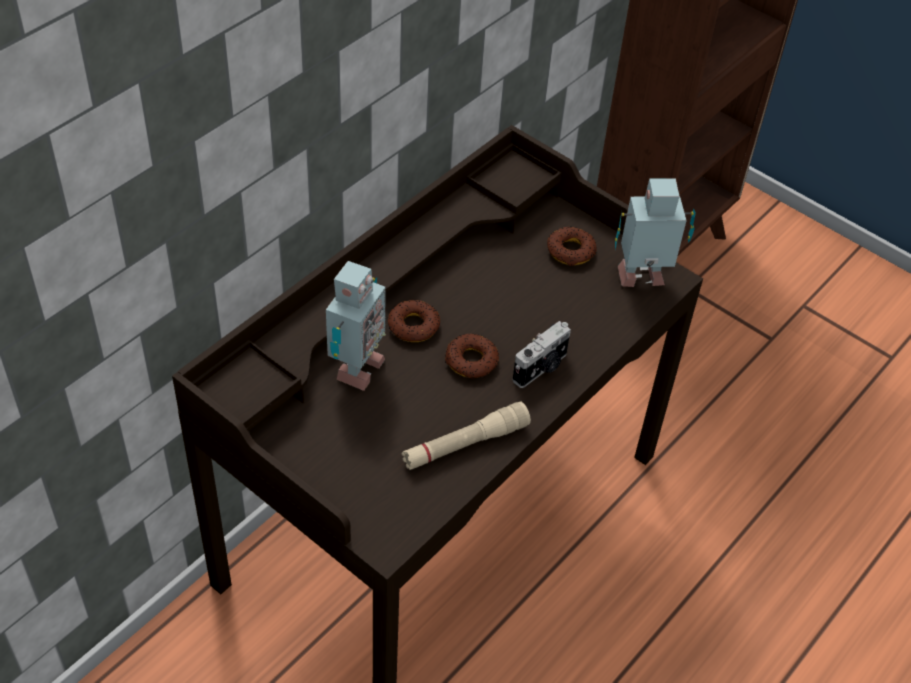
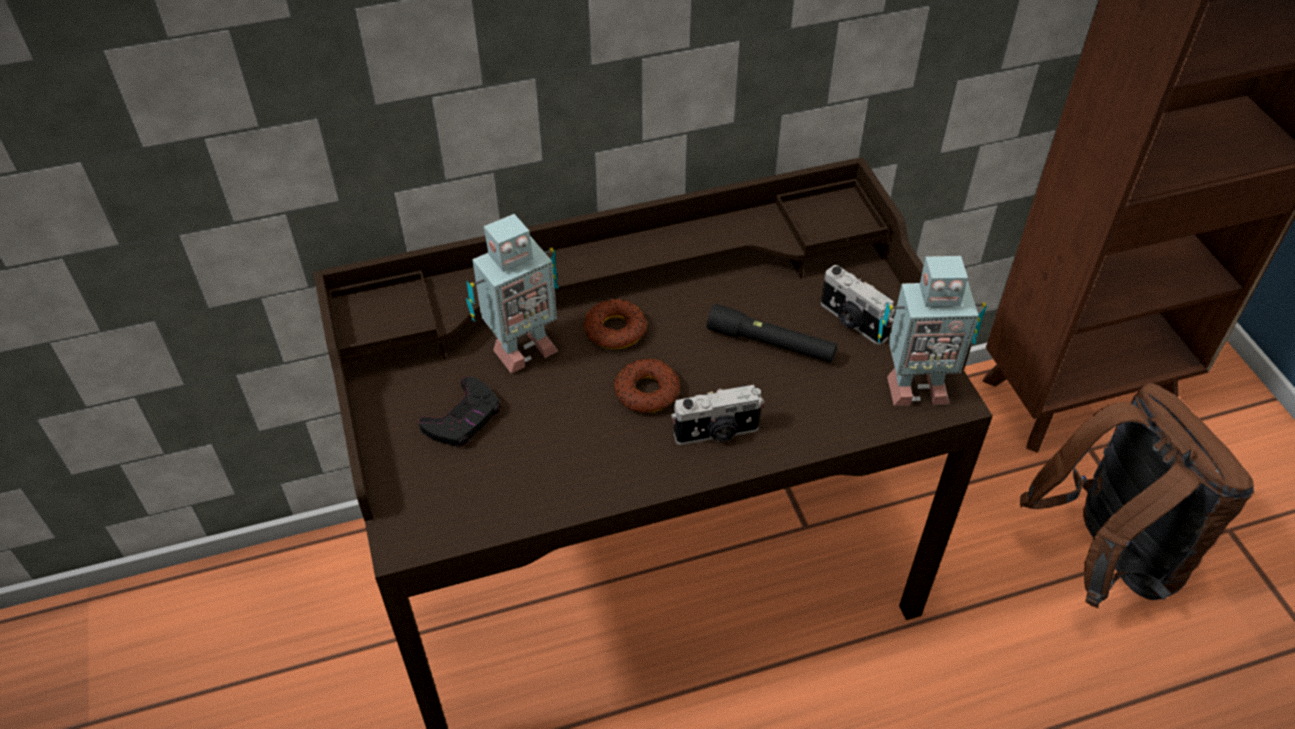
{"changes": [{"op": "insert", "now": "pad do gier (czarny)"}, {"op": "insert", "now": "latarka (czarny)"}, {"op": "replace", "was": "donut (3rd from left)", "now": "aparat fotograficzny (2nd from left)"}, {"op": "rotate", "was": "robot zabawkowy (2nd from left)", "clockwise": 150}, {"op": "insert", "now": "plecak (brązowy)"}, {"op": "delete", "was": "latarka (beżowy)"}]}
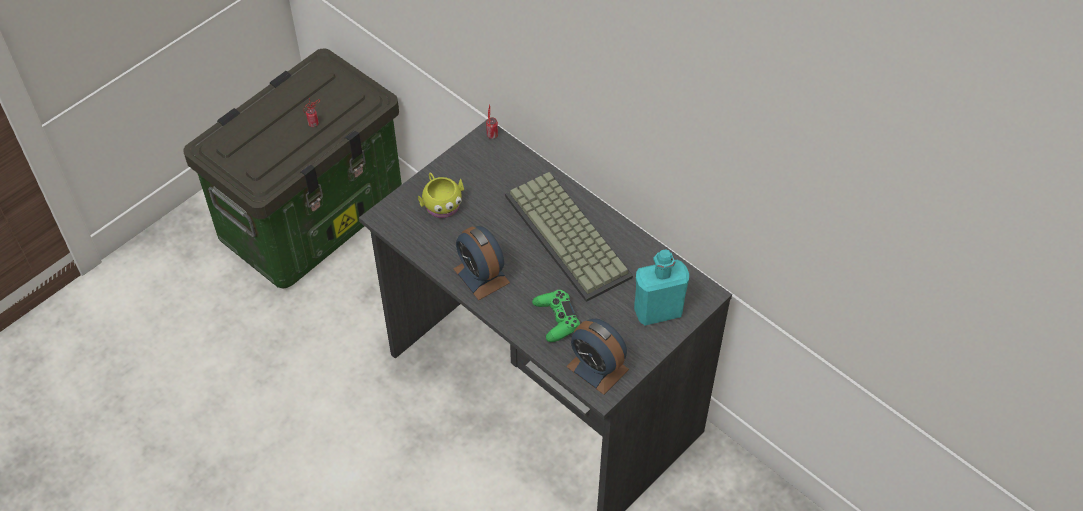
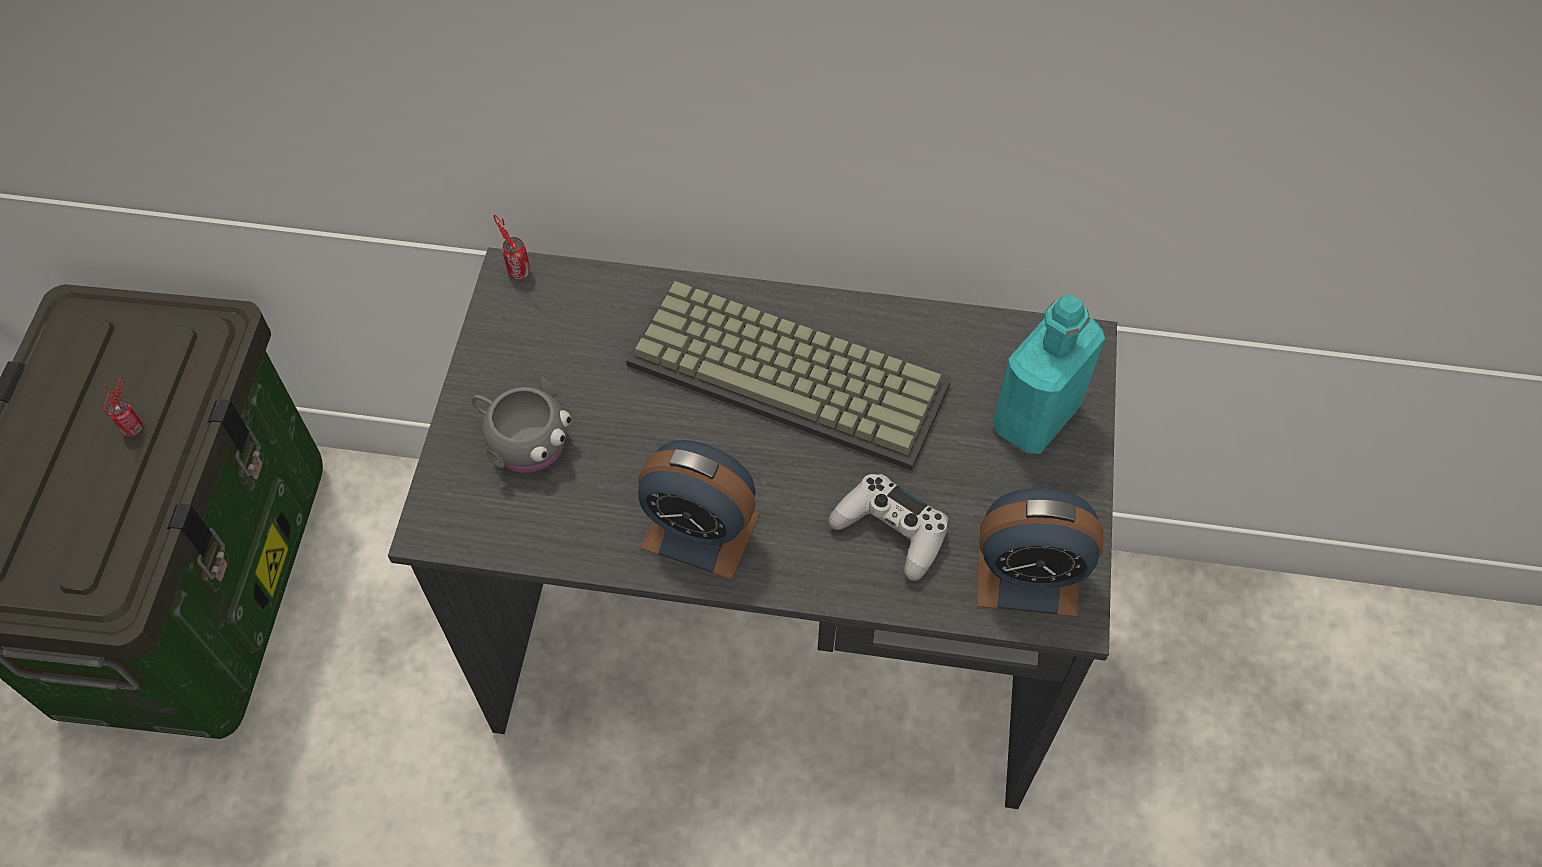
{"changes": [{"op": "recolor", "was": "kubek (żółty)", "now": "kubek (szary)"}, {"op": "recolor", "was": "pad do gier (zielony)", "now": "pad do gier (biały)"}]}
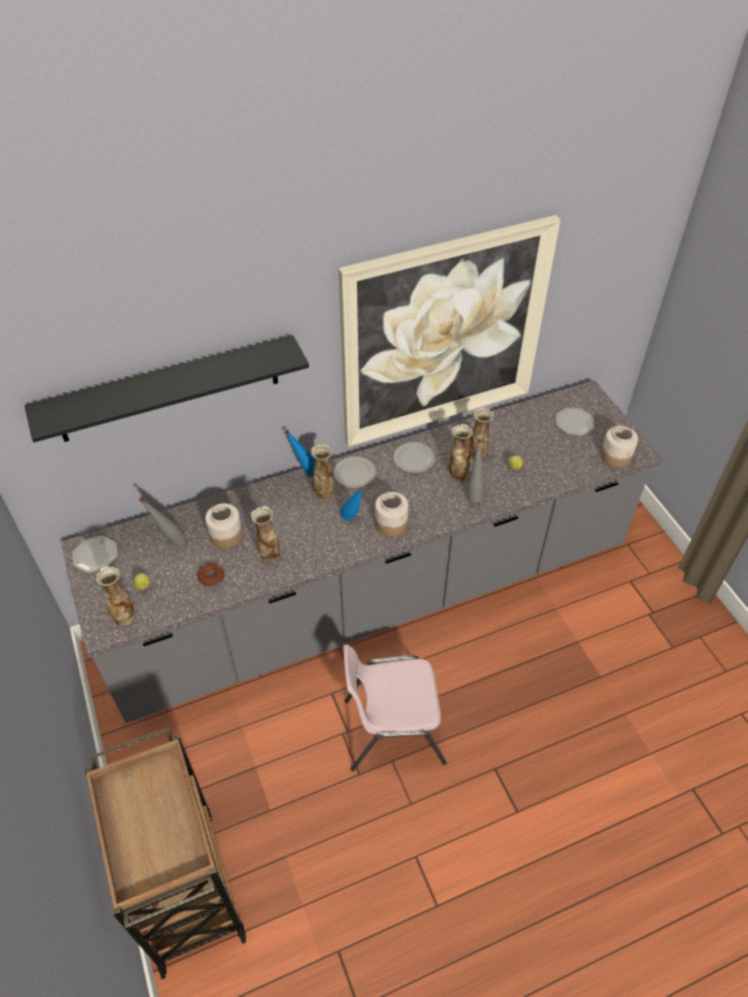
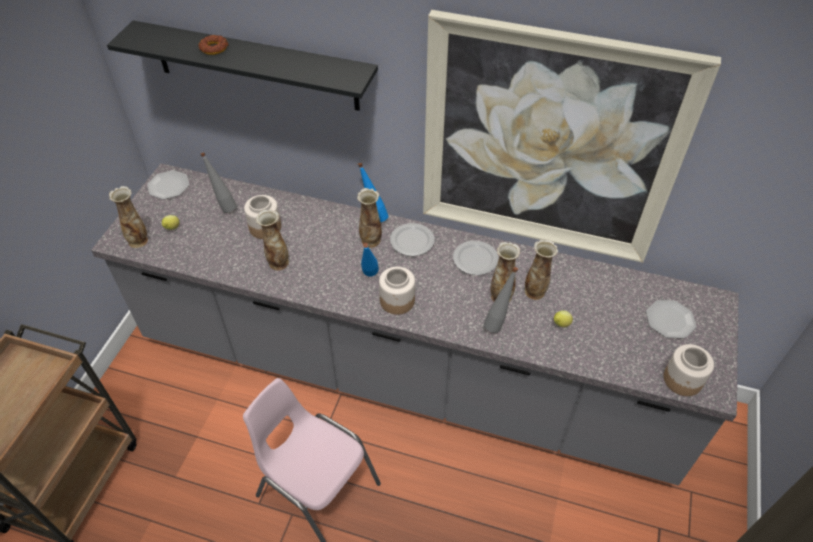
{"changes": [{"op": "move", "was": "donut"}]}
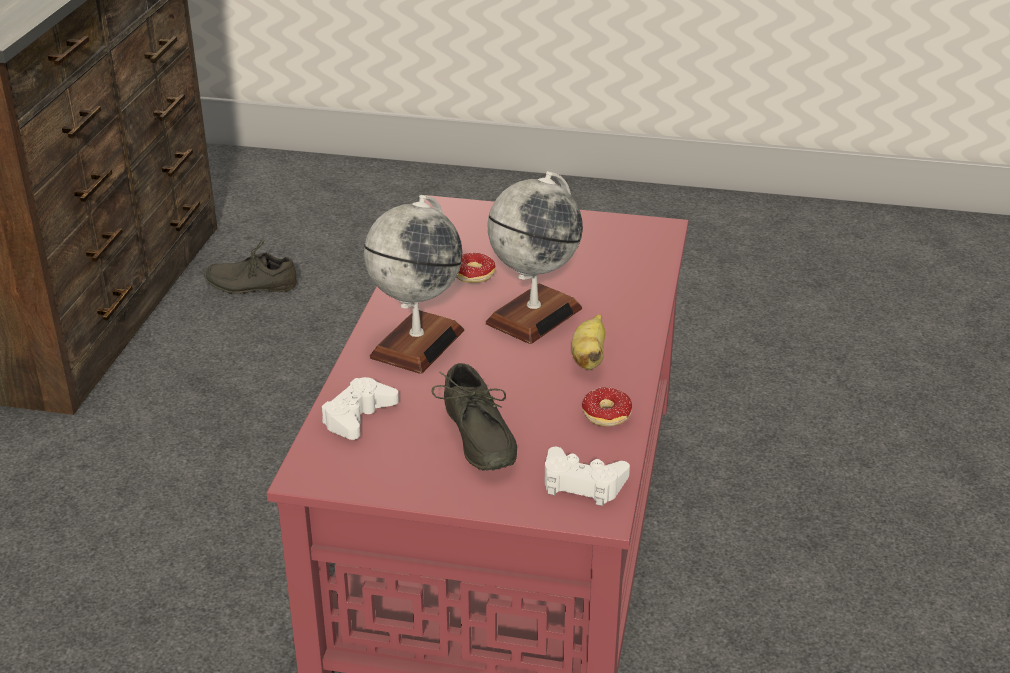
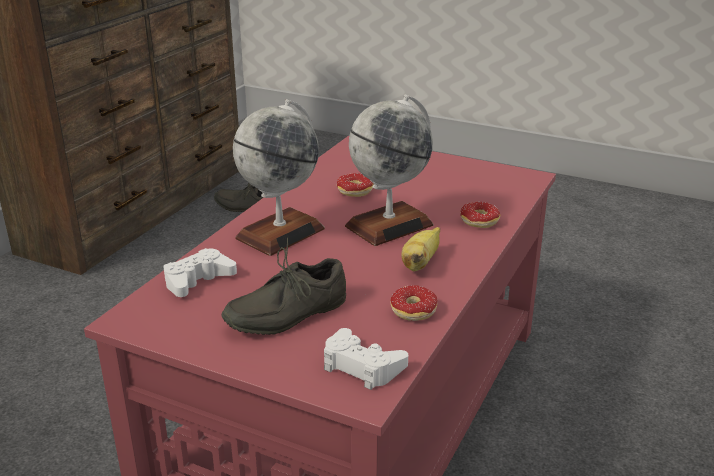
{"changes": [{"op": "rotate", "was": "but (szary) (2nd from left)", "clockwise": 60}, {"op": "insert", "now": "donut (3rd from left)"}]}
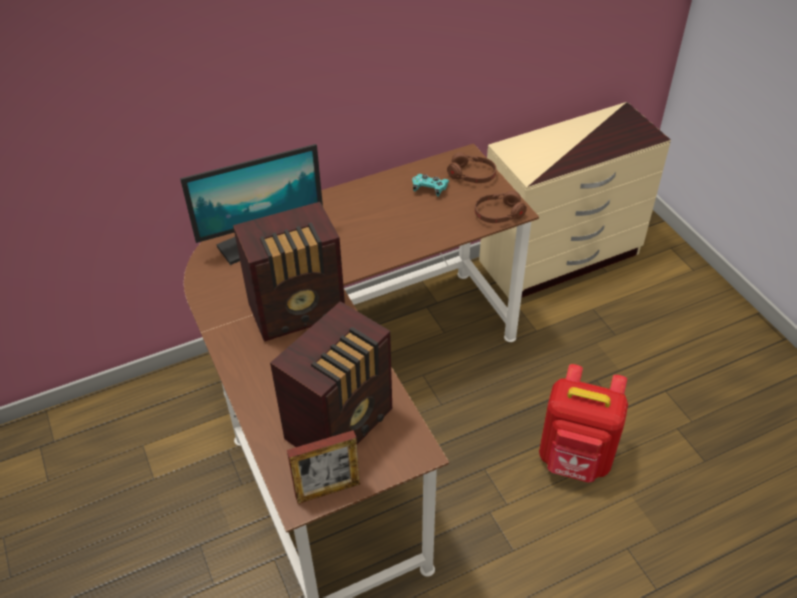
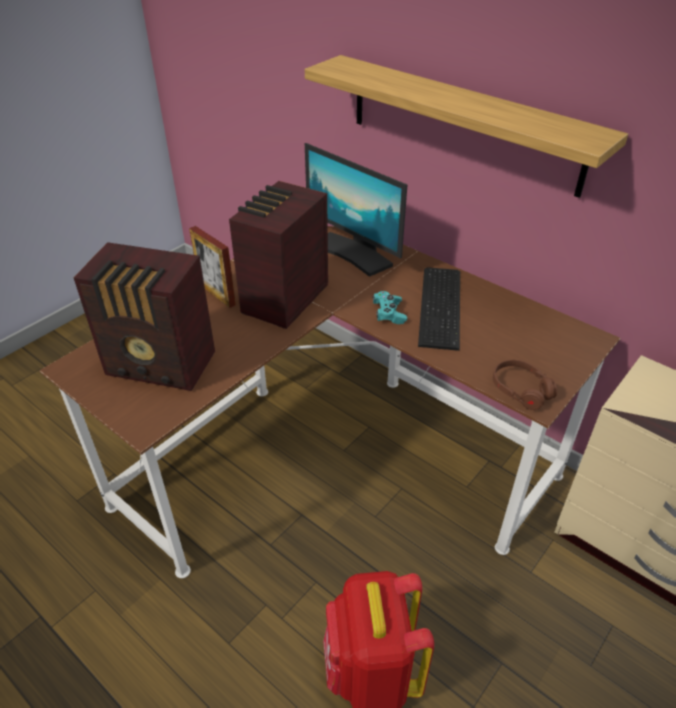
{"changes": [{"op": "move", "was": "ramka na zdjęcie"}, {"op": "rotate", "was": "radio (1st from left in the first image)", "clockwise": 75}, {"op": "insert", "now": "półka"}, {"op": "move", "was": "pad do gier (turkusowy)"}, {"op": "insert", "now": "klawiatura"}, {"op": "delete", "was": "słuchawki (brązowy) (1st from left)"}]}
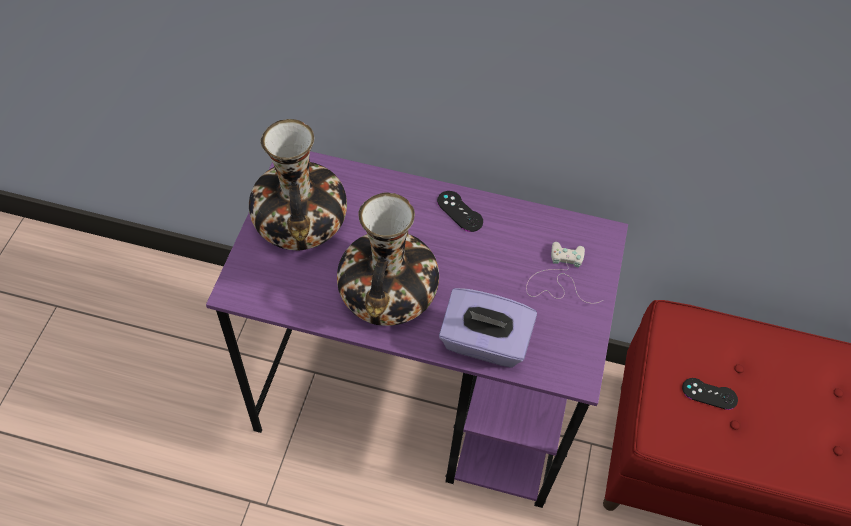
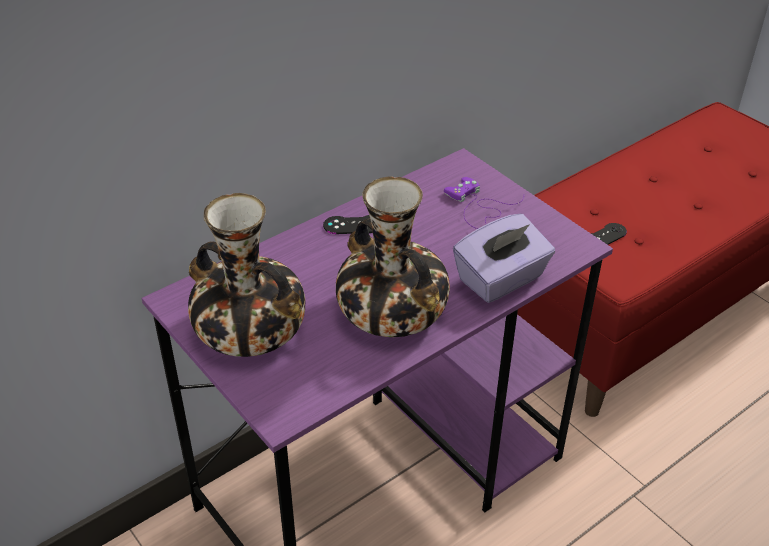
{"changes": [{"op": "recolor", "was": "pad do gier (biały)", "now": "pad do gier (fioletowy)"}]}
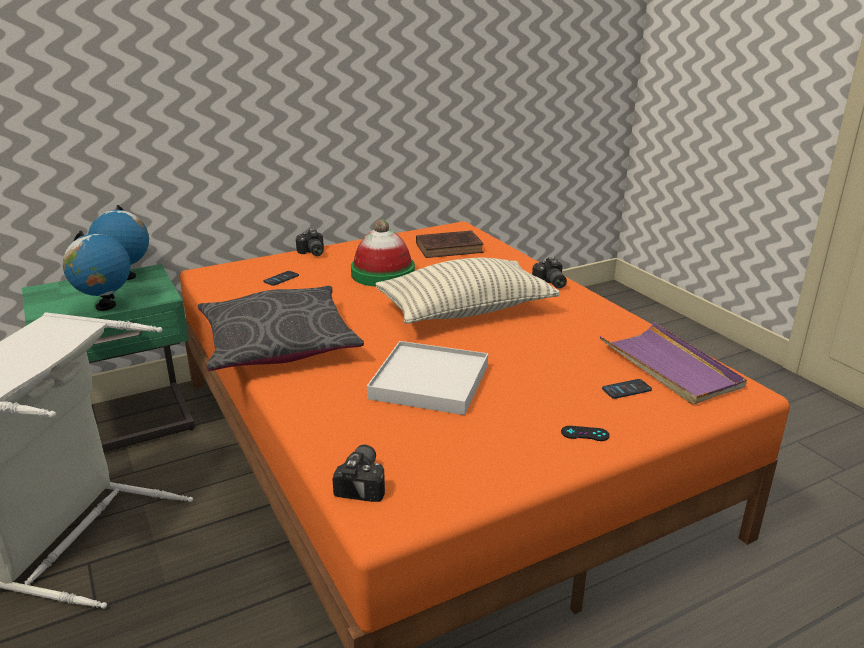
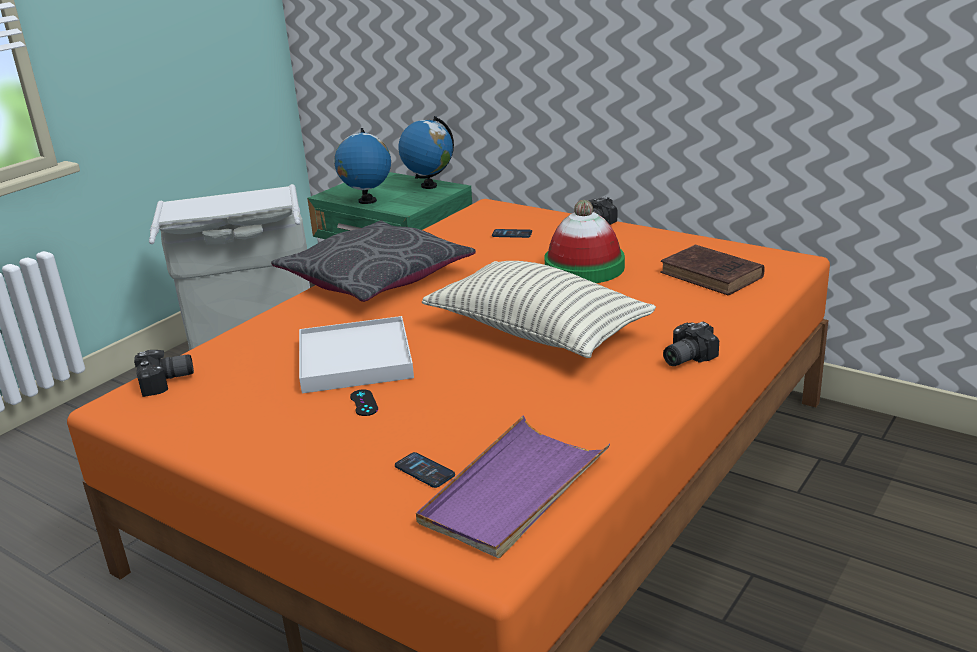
{"changes": [{"op": "move", "was": "pad do gier (czarny)"}]}
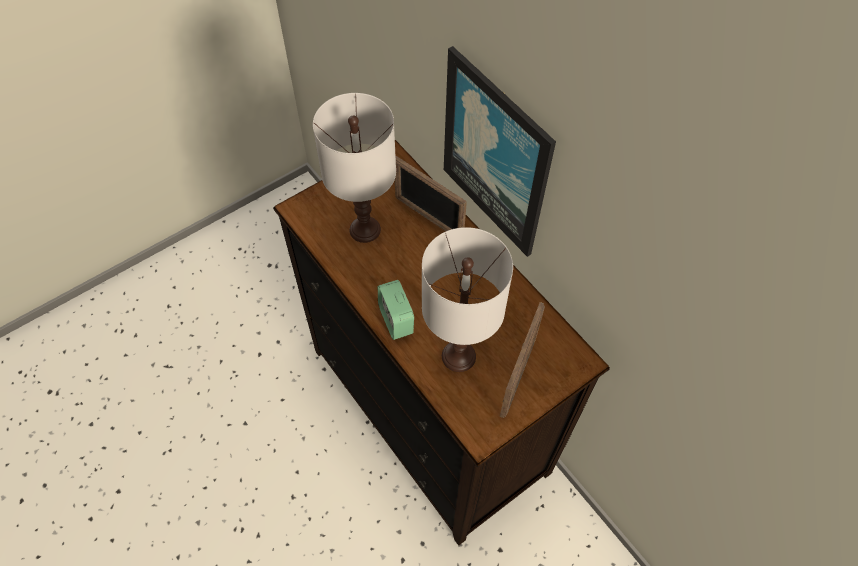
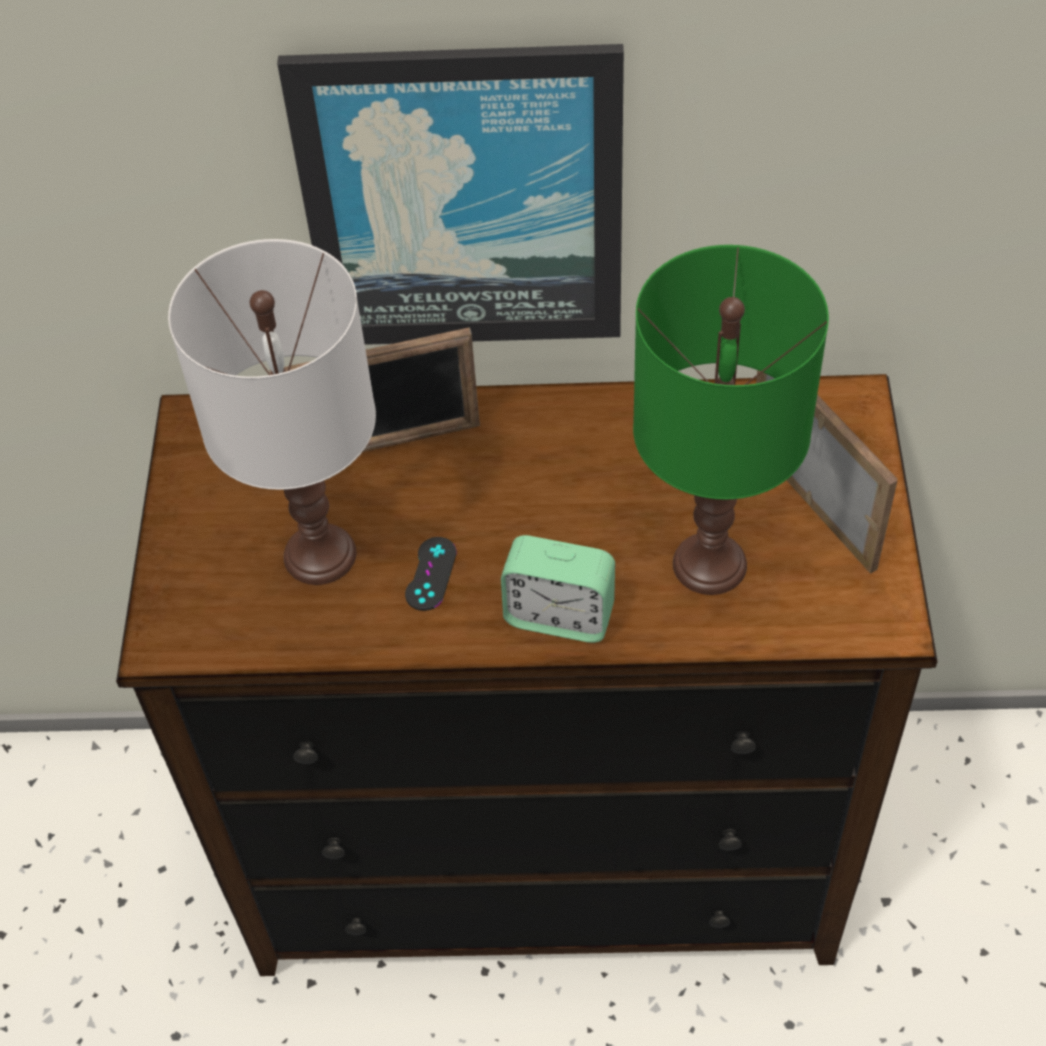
{"changes": [{"op": "insert", "now": "pad do gier (czarny)"}, {"op": "recolor", "was": "lampa stołowa (biały) (2nd from left)", "now": "lampa stołowa (zielony)"}]}
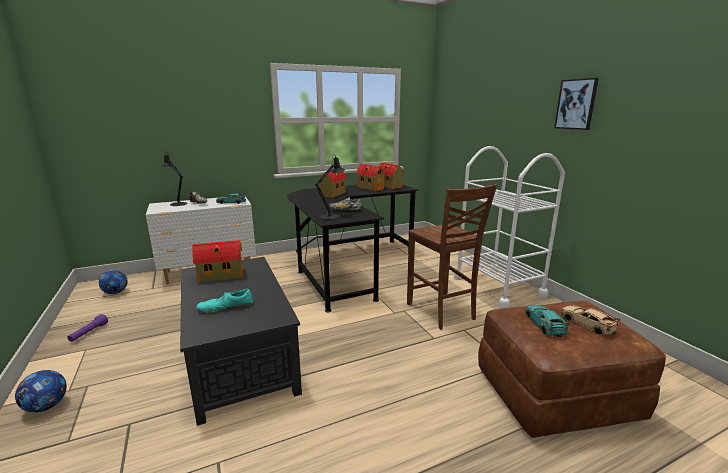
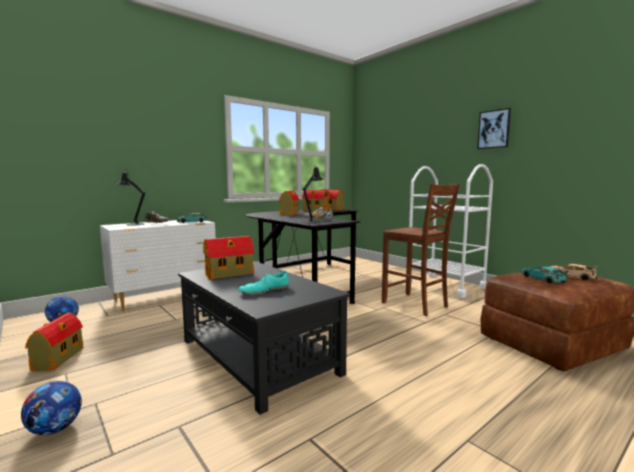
{"changes": [{"op": "replace", "was": "latarka (fioletowy)", "now": "domek (1st from left)"}]}
